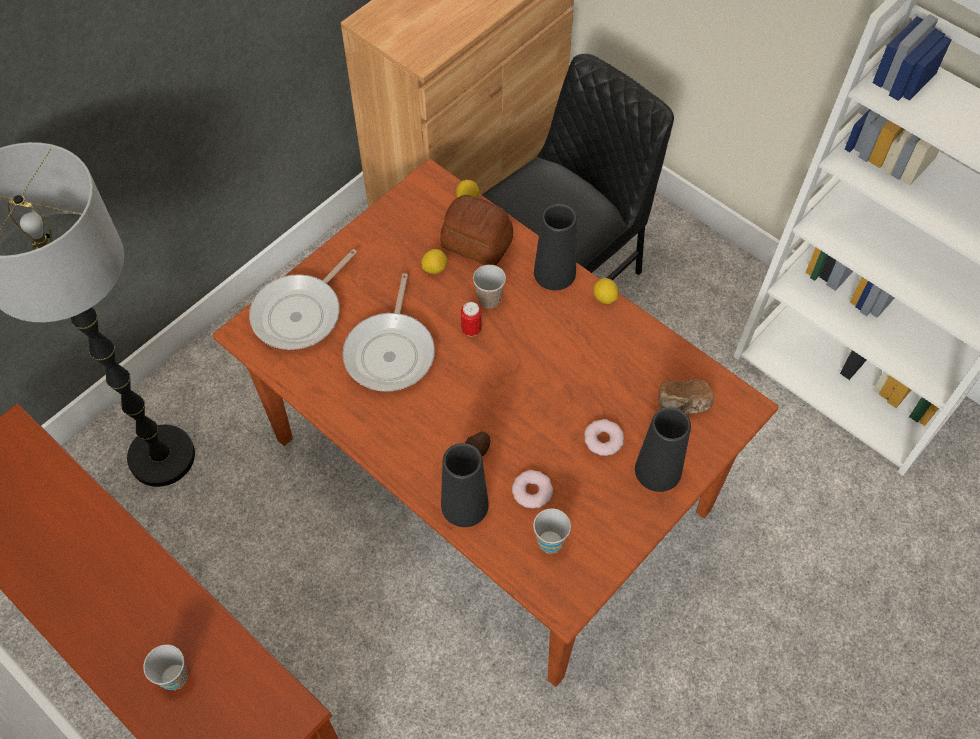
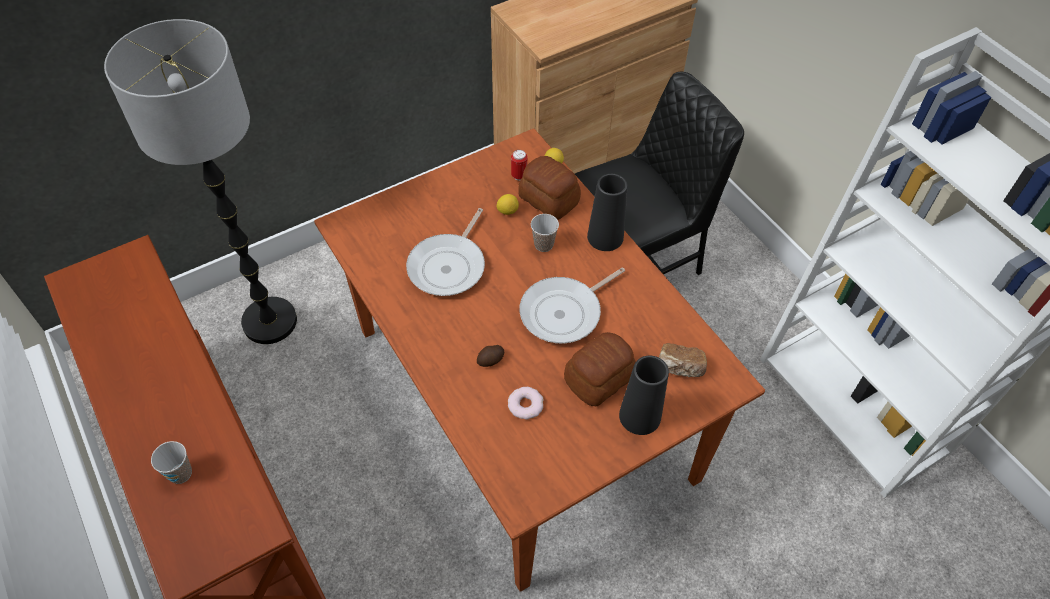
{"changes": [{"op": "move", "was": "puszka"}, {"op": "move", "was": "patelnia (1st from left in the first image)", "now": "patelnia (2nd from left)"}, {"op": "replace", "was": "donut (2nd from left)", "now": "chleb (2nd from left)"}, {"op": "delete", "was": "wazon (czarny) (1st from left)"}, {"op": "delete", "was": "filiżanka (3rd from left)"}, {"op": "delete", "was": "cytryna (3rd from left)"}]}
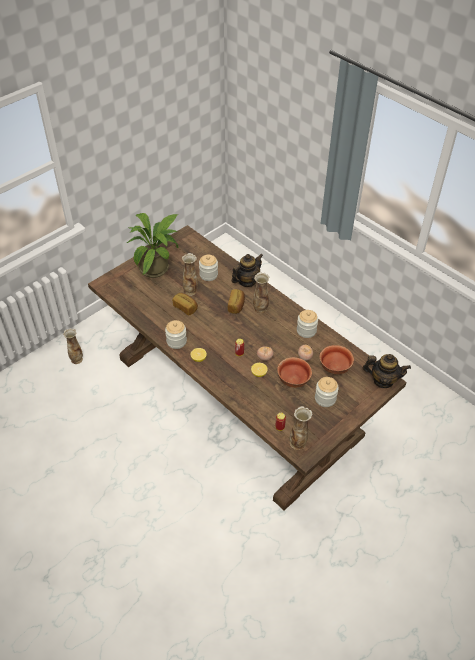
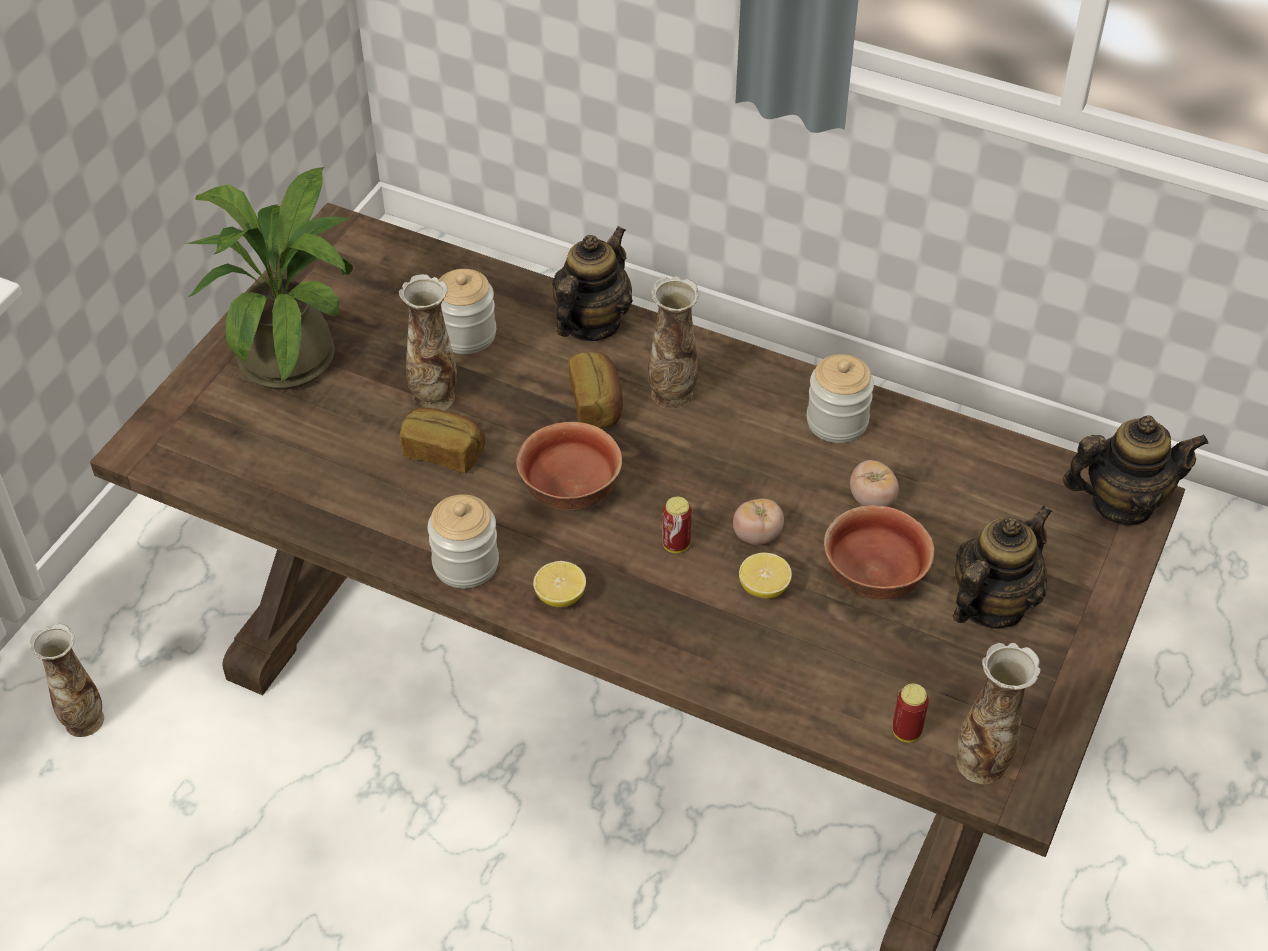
{"changes": [{"op": "move", "was": "miska (2nd from left in the first image)", "now": "miska (1st from left)"}, {"op": "replace", "was": "słoik (4th from left)", "now": "imbryk (2nd from left)"}]}
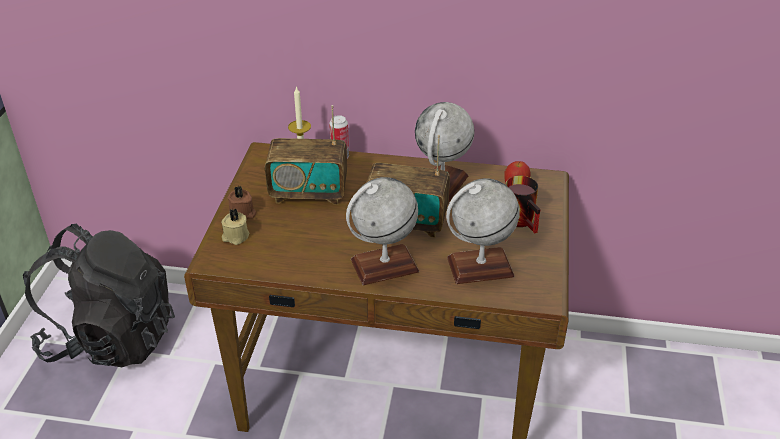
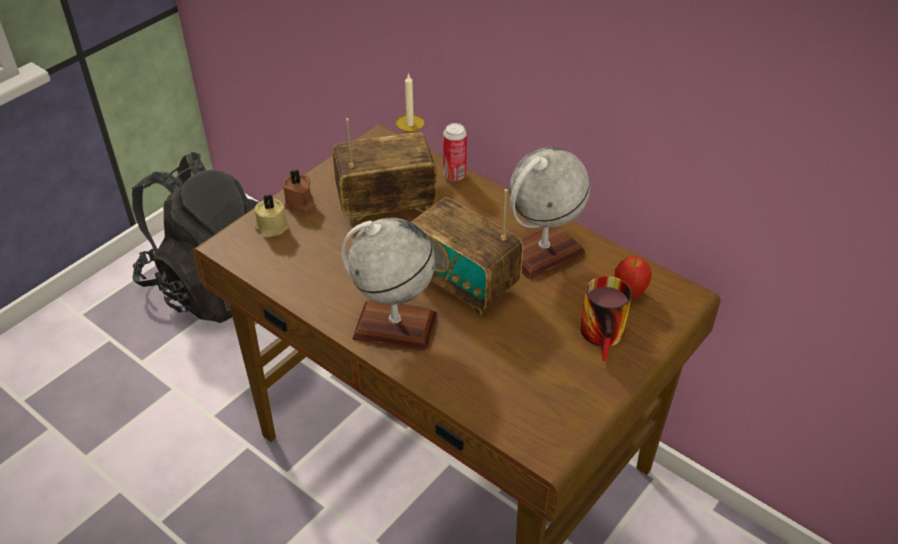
{"changes": [{"op": "rotate", "was": "radio (1st from left)", "clockwise": 135}, {"op": "delete", "was": "globus (3rd from left)"}]}
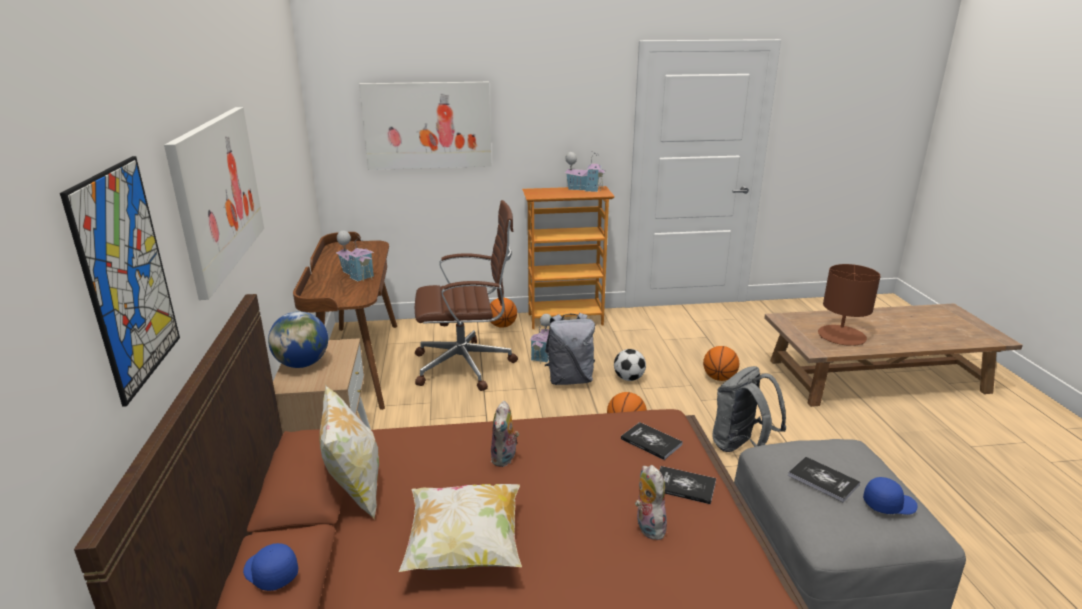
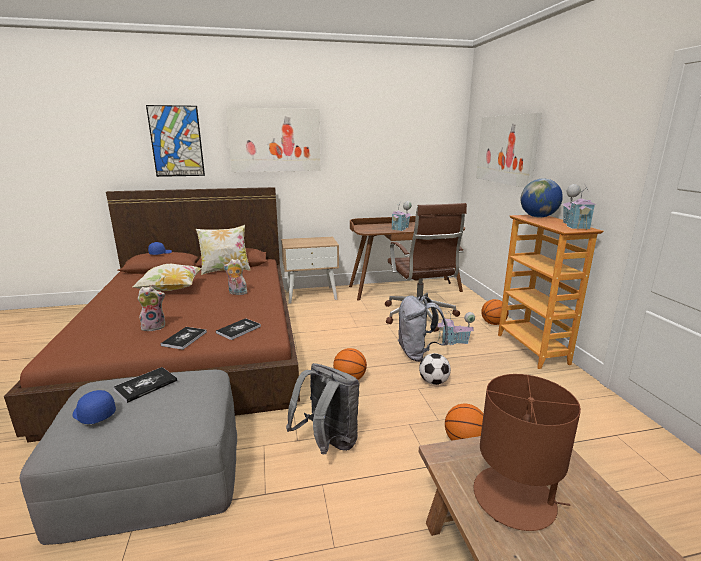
{"changes": [{"op": "rotate", "was": "czapka z daszkiem (niebieski) (2nd from left in the first image)", "clockwise": 135}, {"op": "move", "was": "globus"}]}
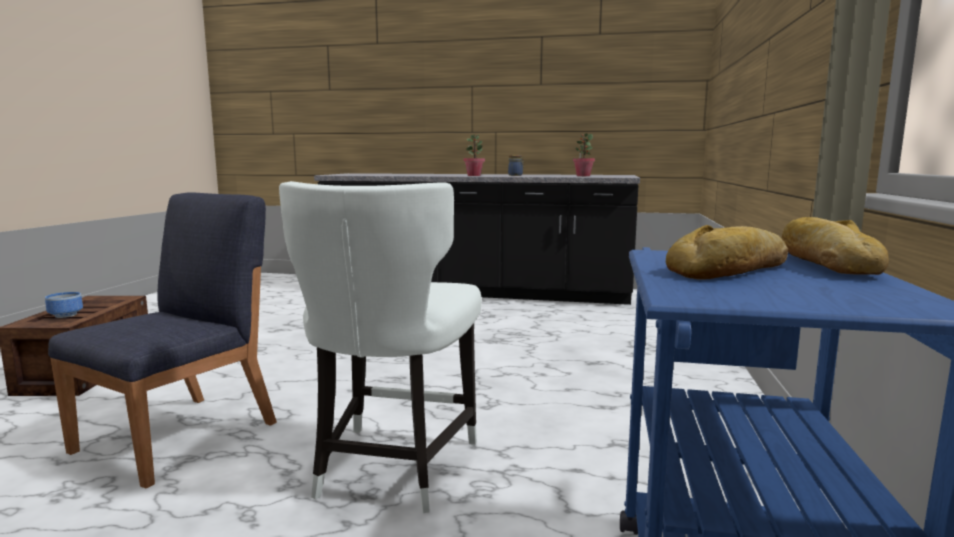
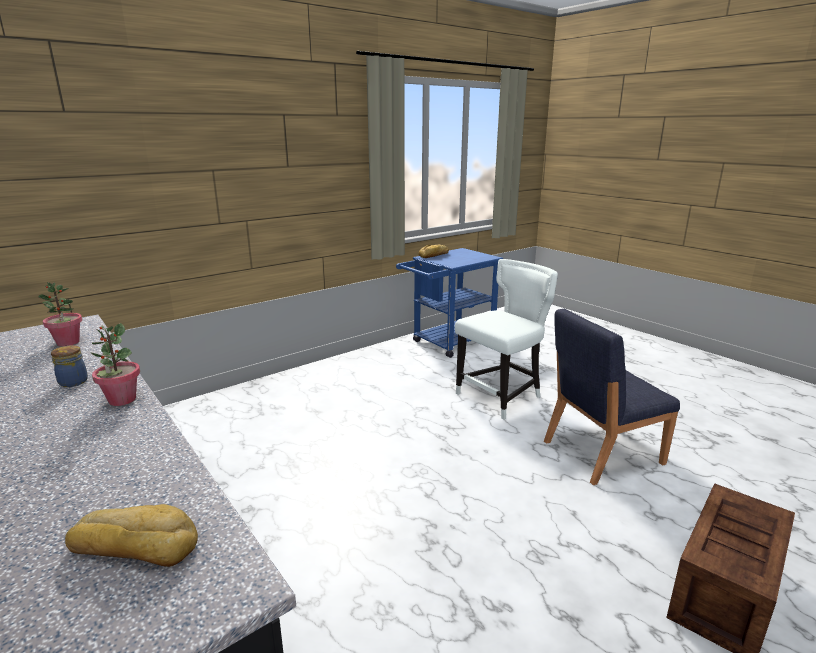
{"changes": [{"op": "move", "was": "chleb (1st from left)"}, {"op": "delete", "was": "miska"}]}
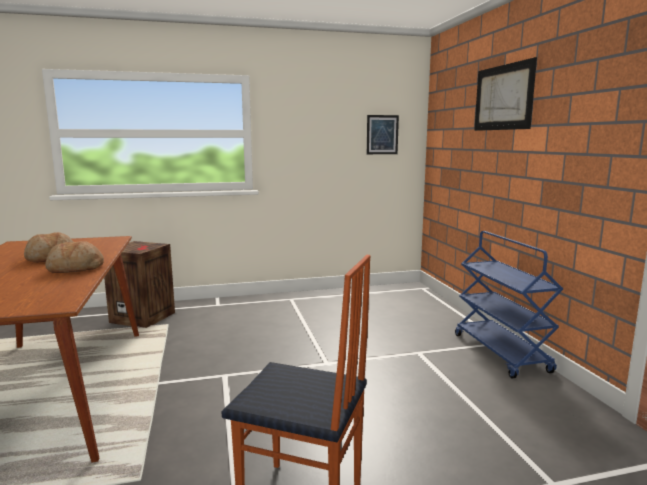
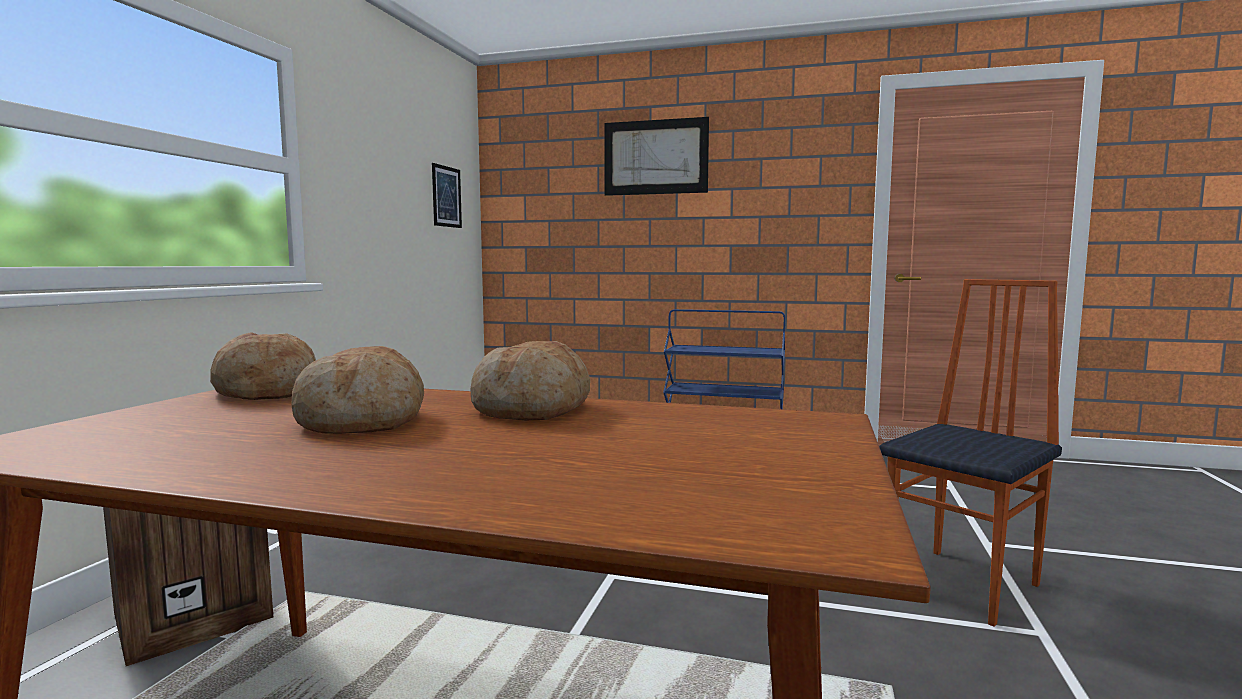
{"changes": [{"op": "insert", "now": "chleb (1st from left)"}]}
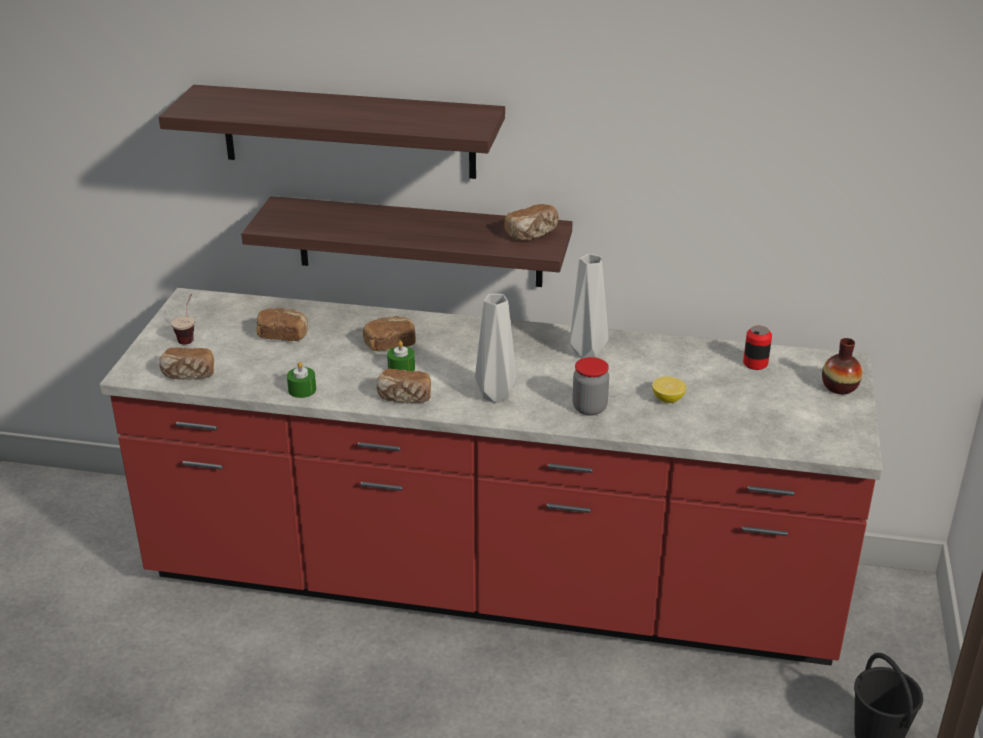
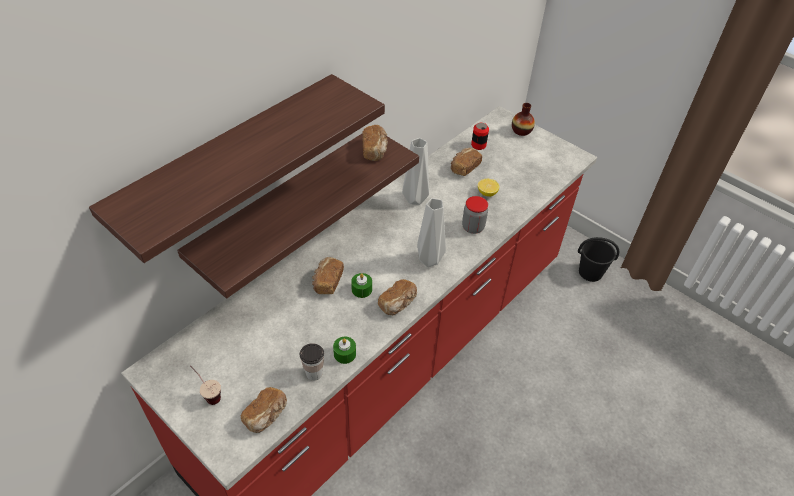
{"changes": [{"op": "insert", "now": "filiżanka (2nd from left)"}, {"op": "move", "was": "chleb (2nd from left in the first image)", "now": "chleb (5th from left)"}]}
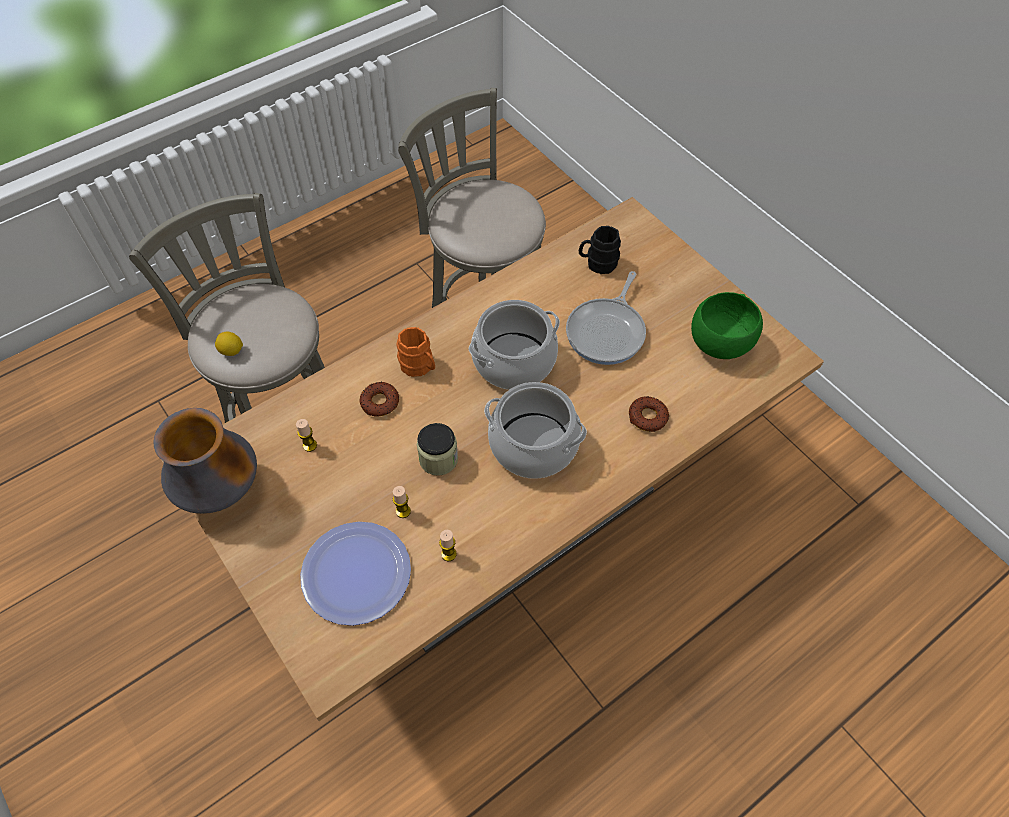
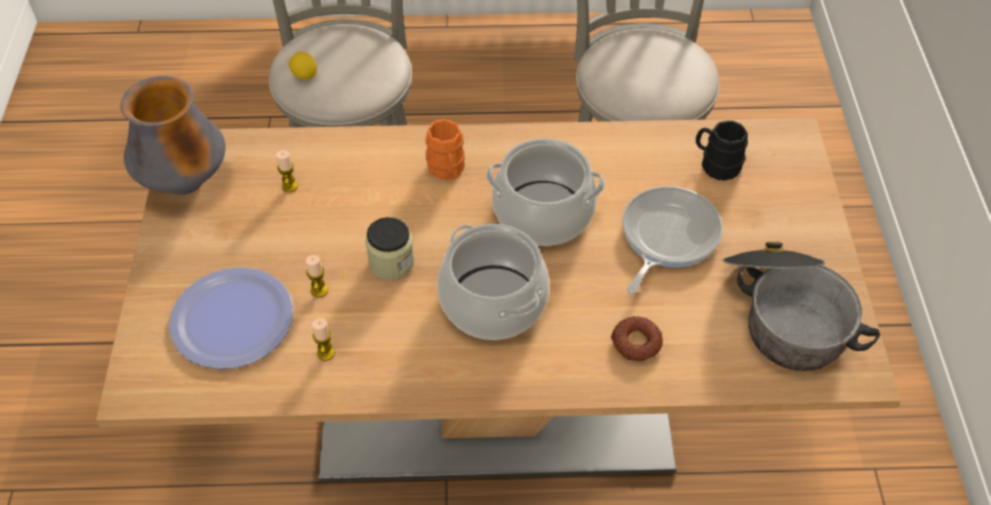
{"changes": [{"op": "rotate", "was": "patelnia", "clockwise": 150}, {"op": "replace", "was": "miska (zielony)", "now": "garnek (3rd from left)"}, {"op": "delete", "was": "donut (1st from left)"}]}
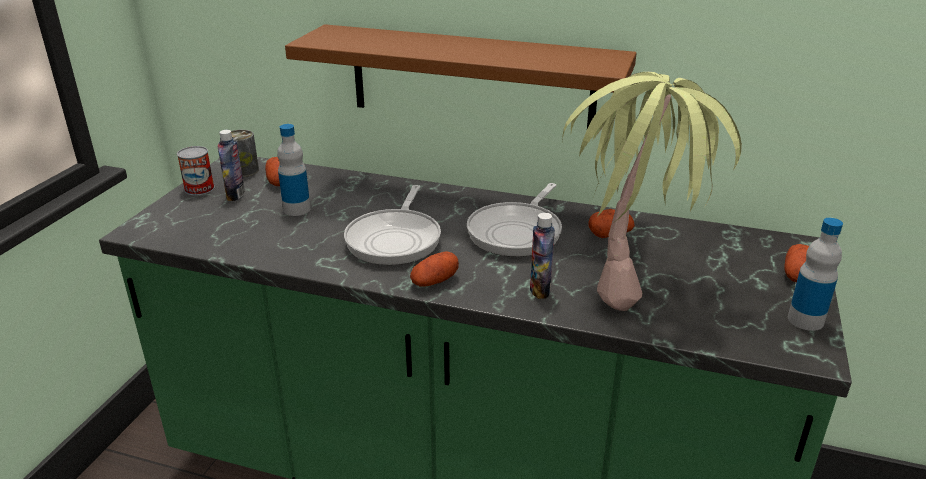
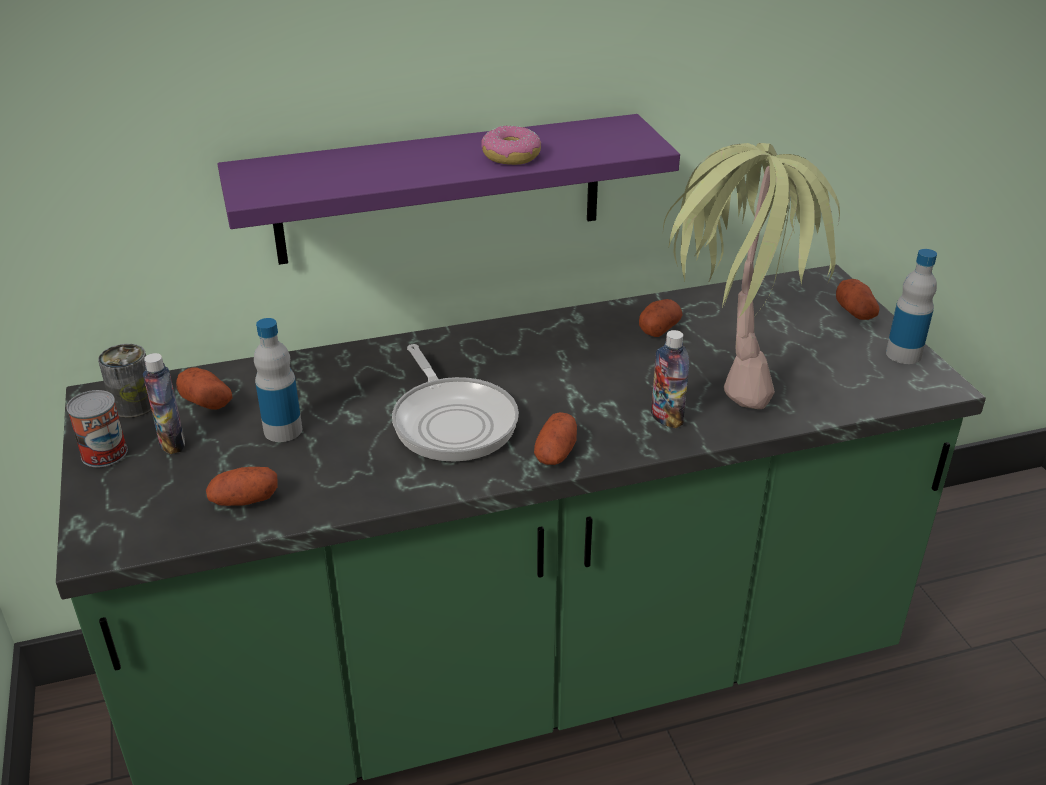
{"changes": [{"op": "insert", "now": "ziemniak (2nd from left)"}, {"op": "recolor", "was": "półka (brązowy)", "now": "półka (fioletowy)"}, {"op": "insert", "now": "donut"}, {"op": "delete", "was": "patelnia (2nd from left)"}]}
